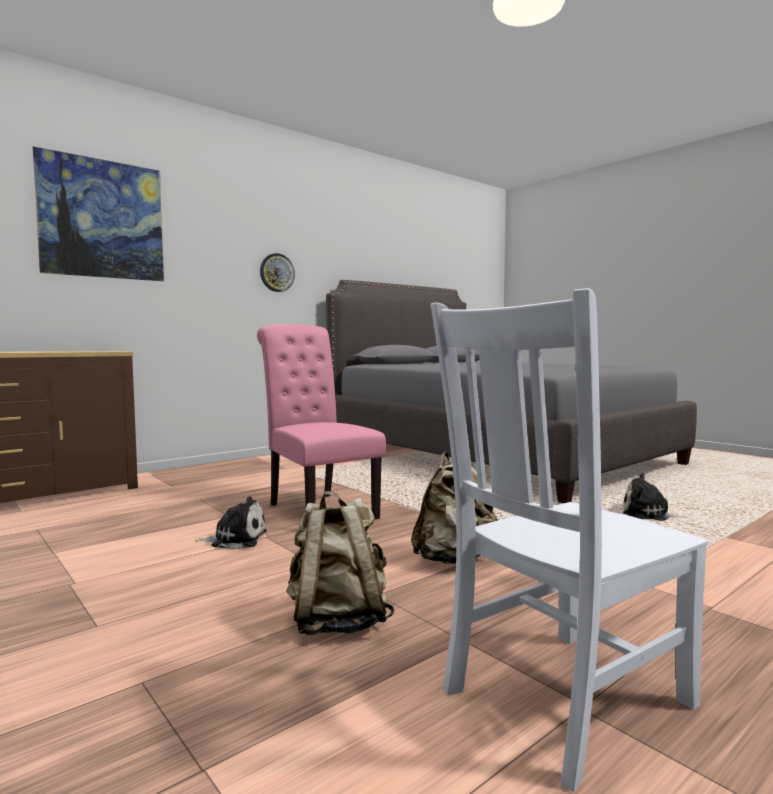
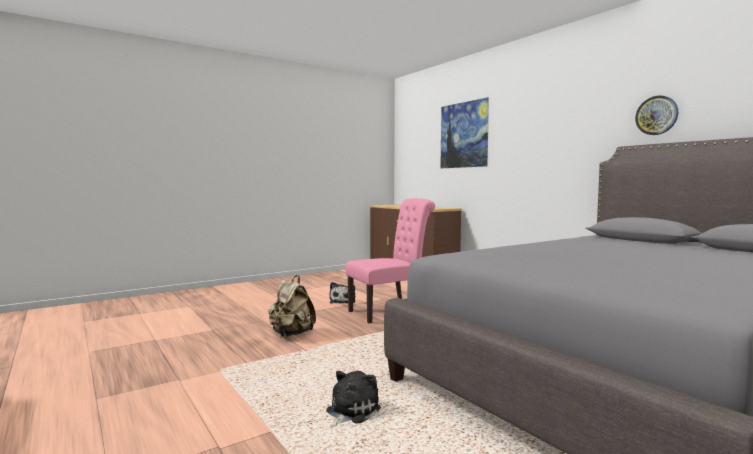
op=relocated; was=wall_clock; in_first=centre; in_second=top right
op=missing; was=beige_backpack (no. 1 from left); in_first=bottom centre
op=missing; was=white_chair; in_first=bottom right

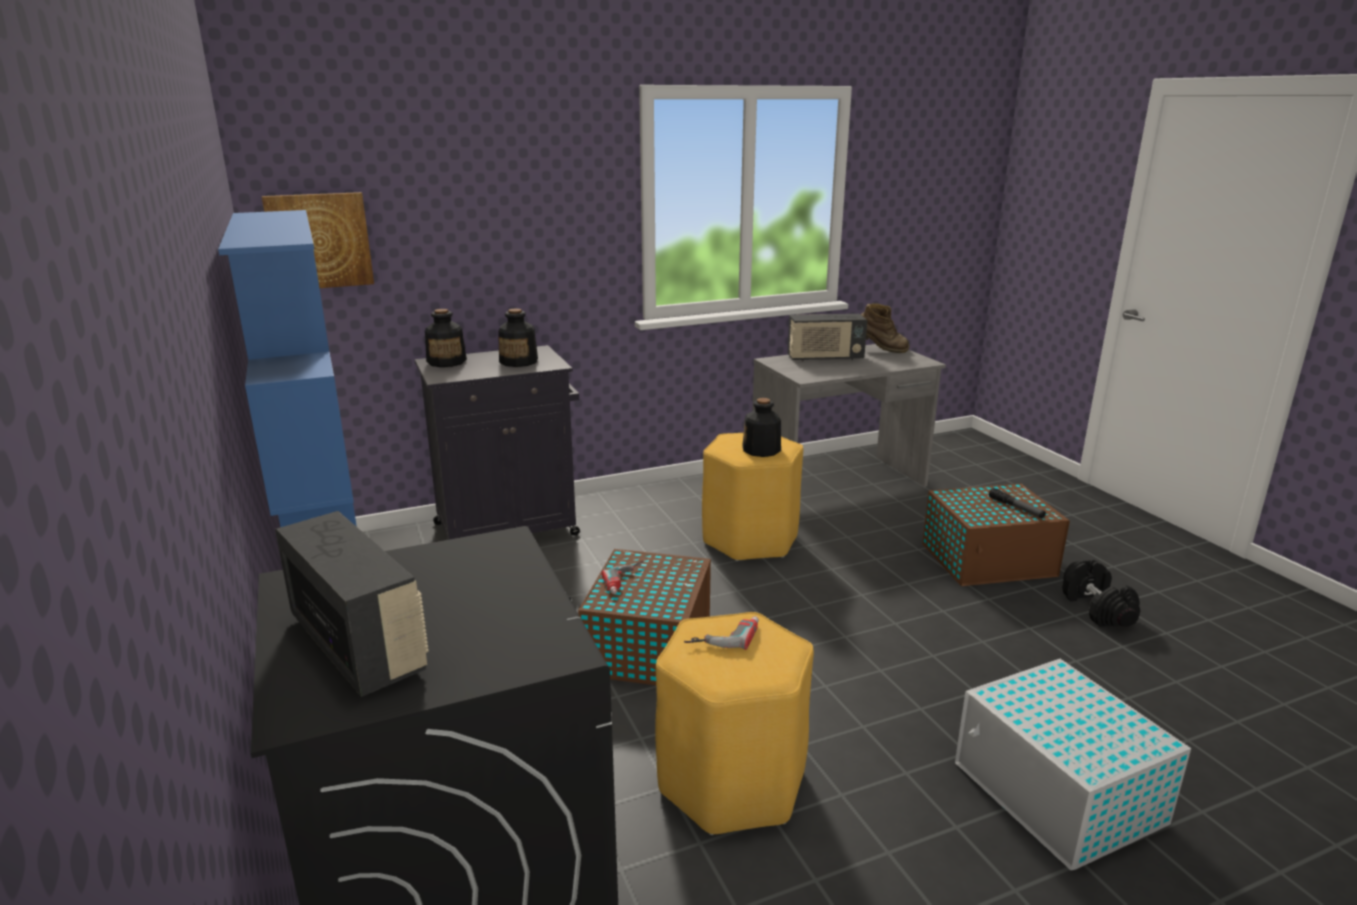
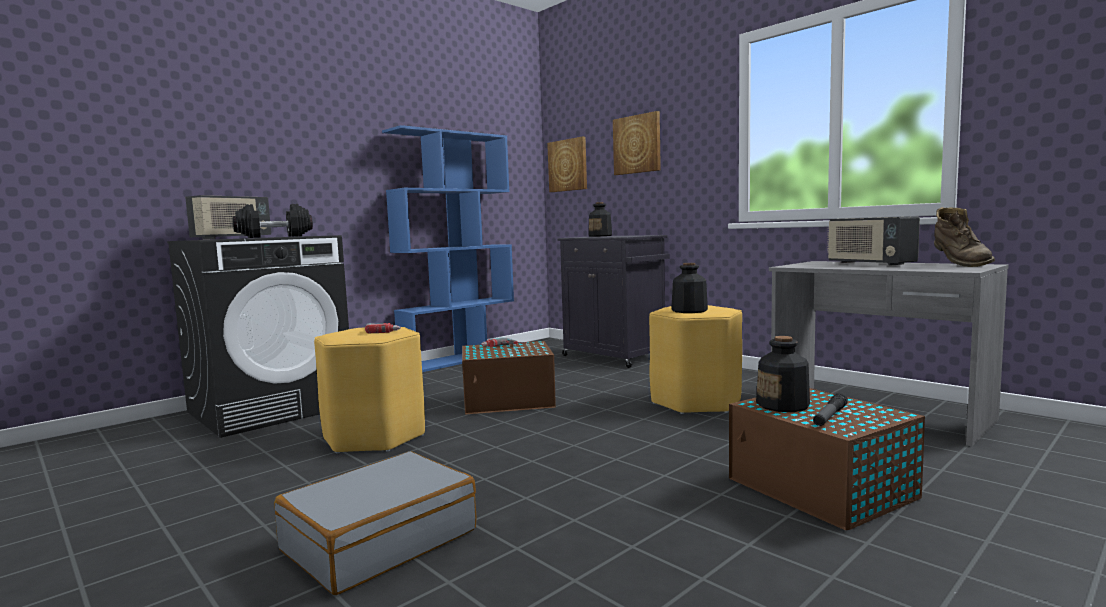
op=relocated; was=black_dumbbell; in_first=middle right; in_second=middle left
op=exchanged; was=white_storage_box; now=grey_suitcase; in_first=bottom right; in_second=bottom centre
op=appeared; now=picture (no. 2 from left); in_second=top centre
op=relocated; was=bottle (no. 2 from left in the first image); now=bottle (no. 3 from left); in_first=centre; in_second=middle right

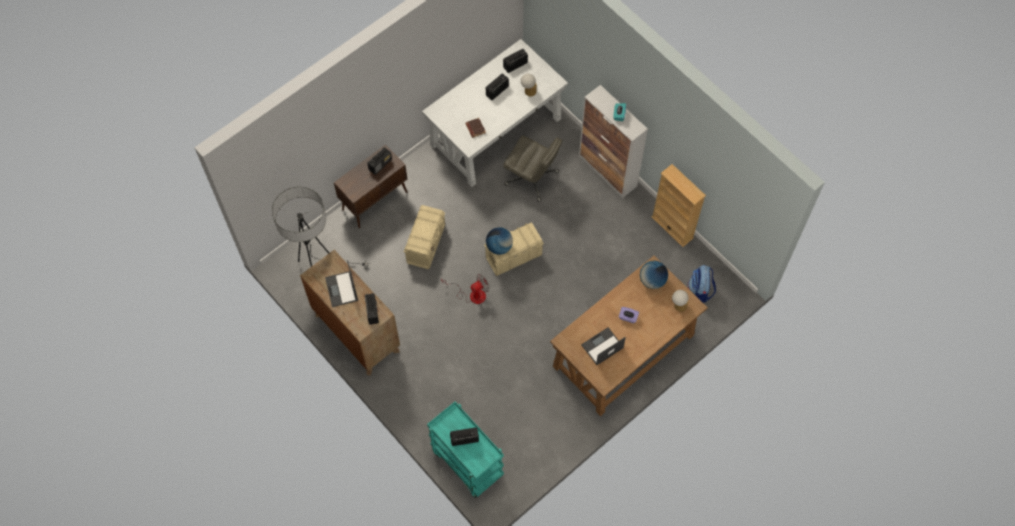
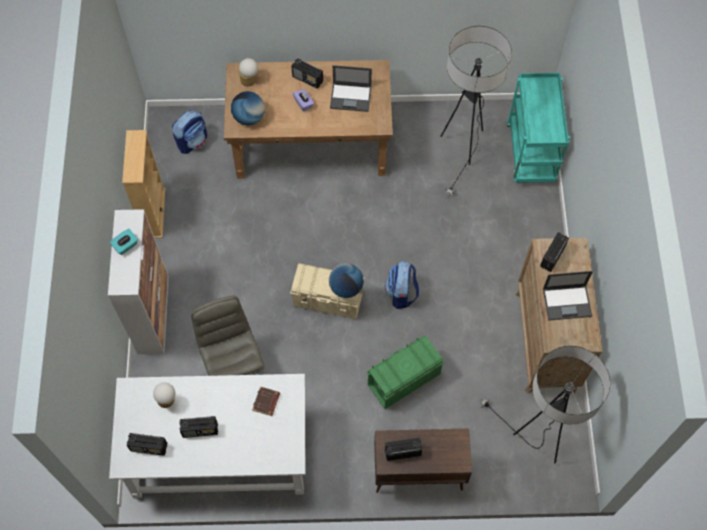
op=relocated; was=radio (no. 3 from left); in_first=bottom centre; in_second=top centre
op=colour; was=beige_storage_box (no. 1 from left); now=green_storage_box; in_first=centre; in_second=bottom centre
op=exchanged; was=fan; now=backpack (no. 2 from left); in_first=centre; in_second=centre
op=appeared; now=floor_lamp (no. 1 from left); in_second=top right
op=spun; was=laptop (no. 1 from left in the first image); in_first=centre; in_second=middle right; clockwise=60

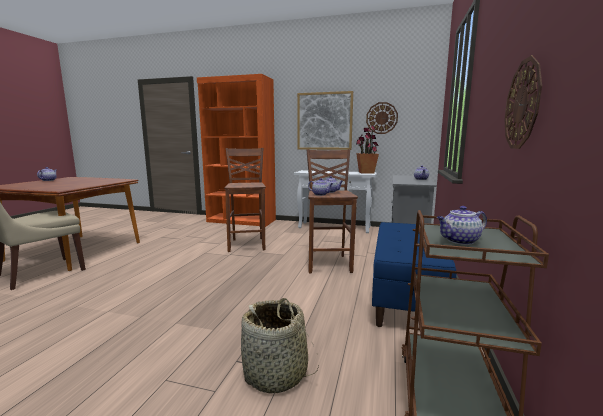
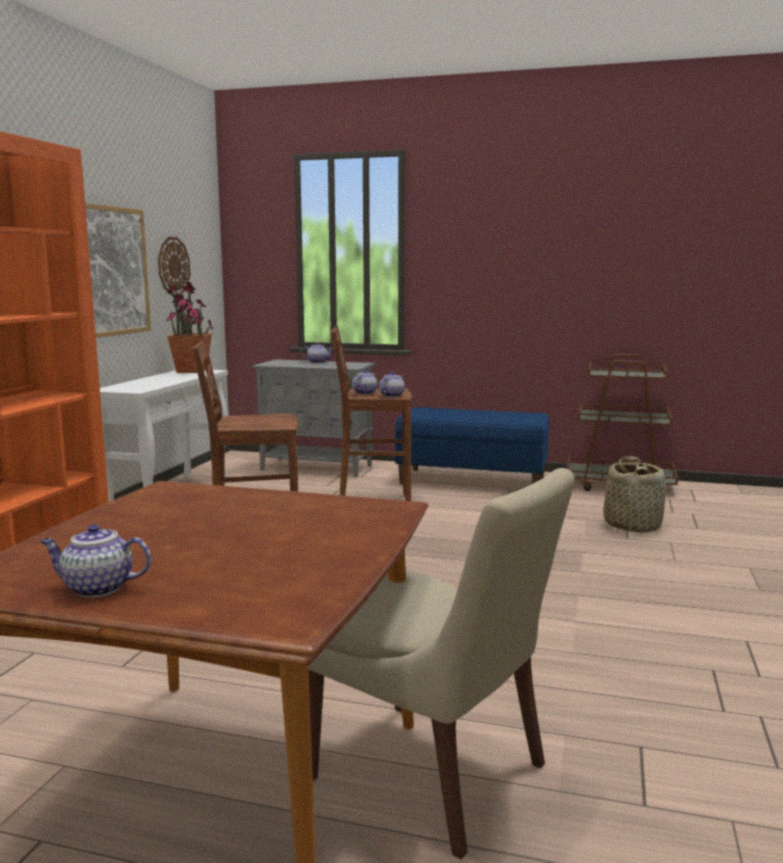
op=missing; was=teapot (no. 5 from left); in_first=middle right
op=missing; was=wall_clock (no. 2 from left); in_first=top right

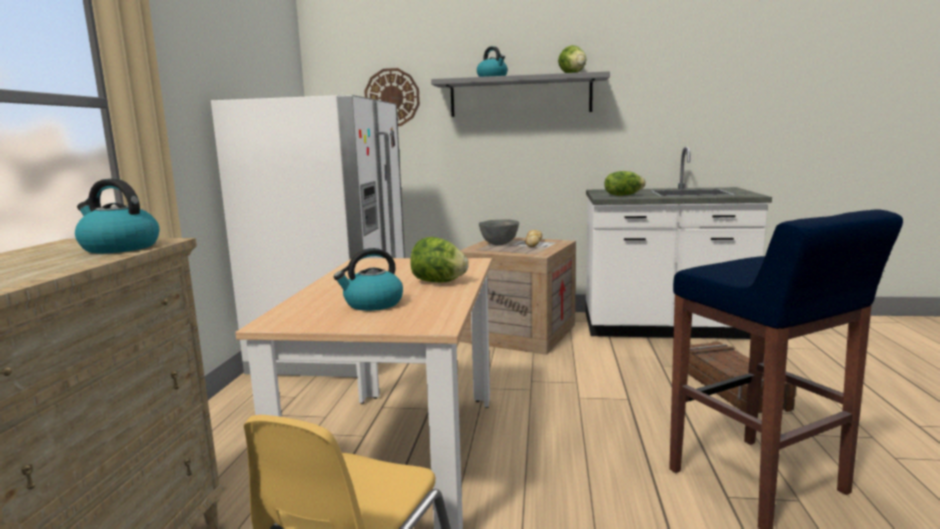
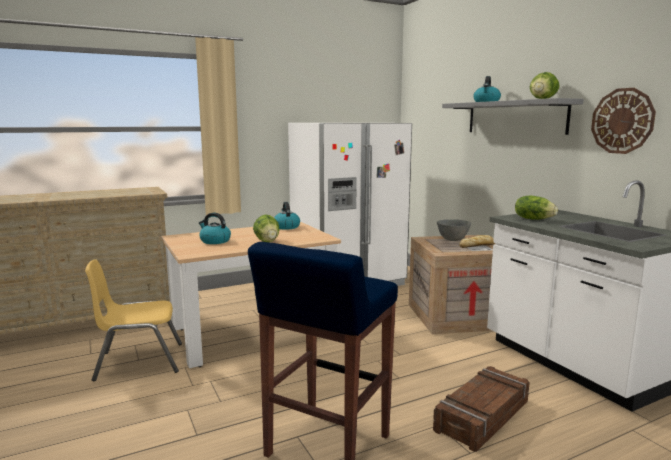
op=relocated; was=kettle (no. 1 from left in the first image); now=kettle (no. 2 from left); in_first=middle left; in_second=centre
op=relocated; was=wall_clock; in_first=top centre; in_second=top right

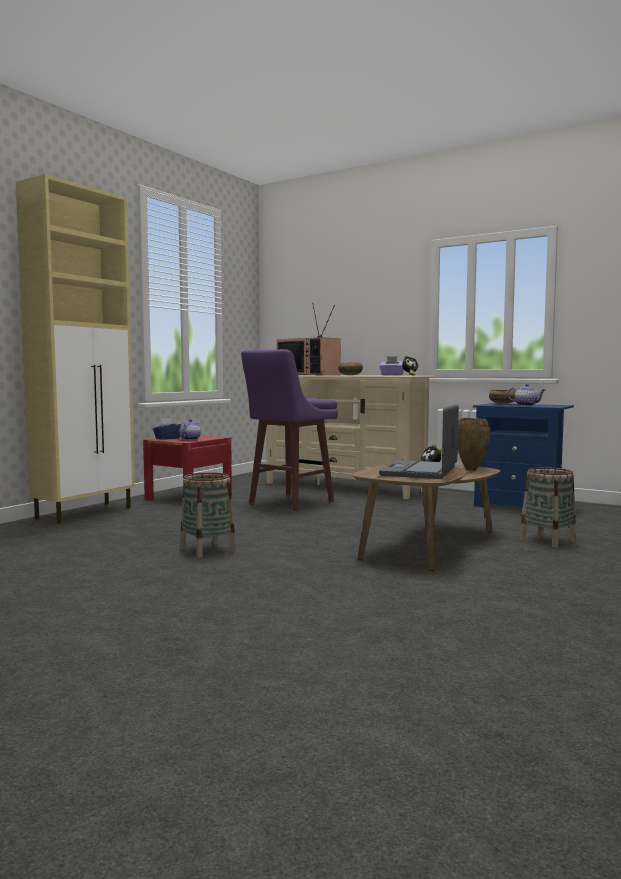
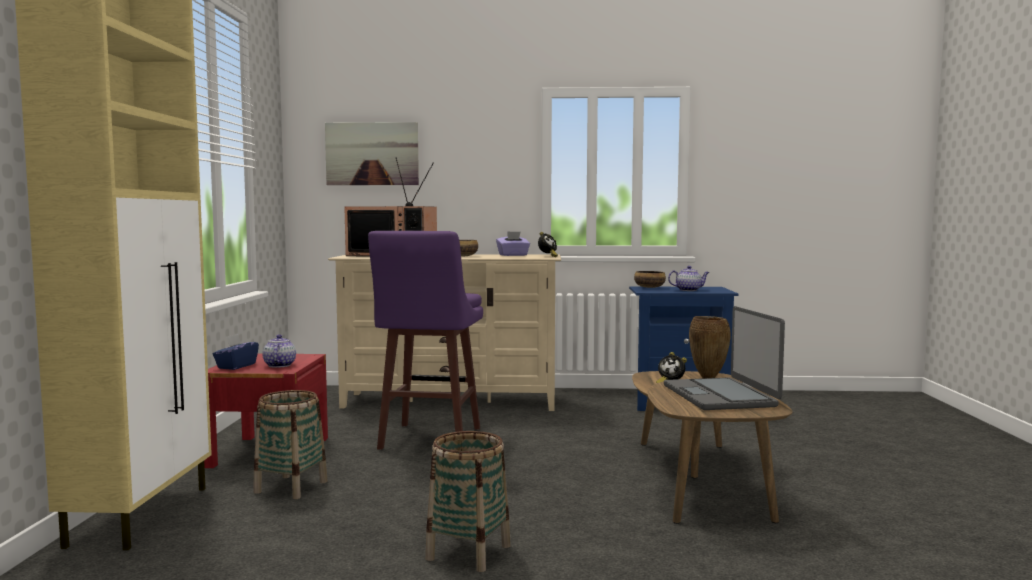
op=relocated; was=basket (no. 2 from left in the first image); now=basket (no. 1 from left); in_first=middle right; in_second=bottom left
op=appeared; now=picture; in_second=top centre

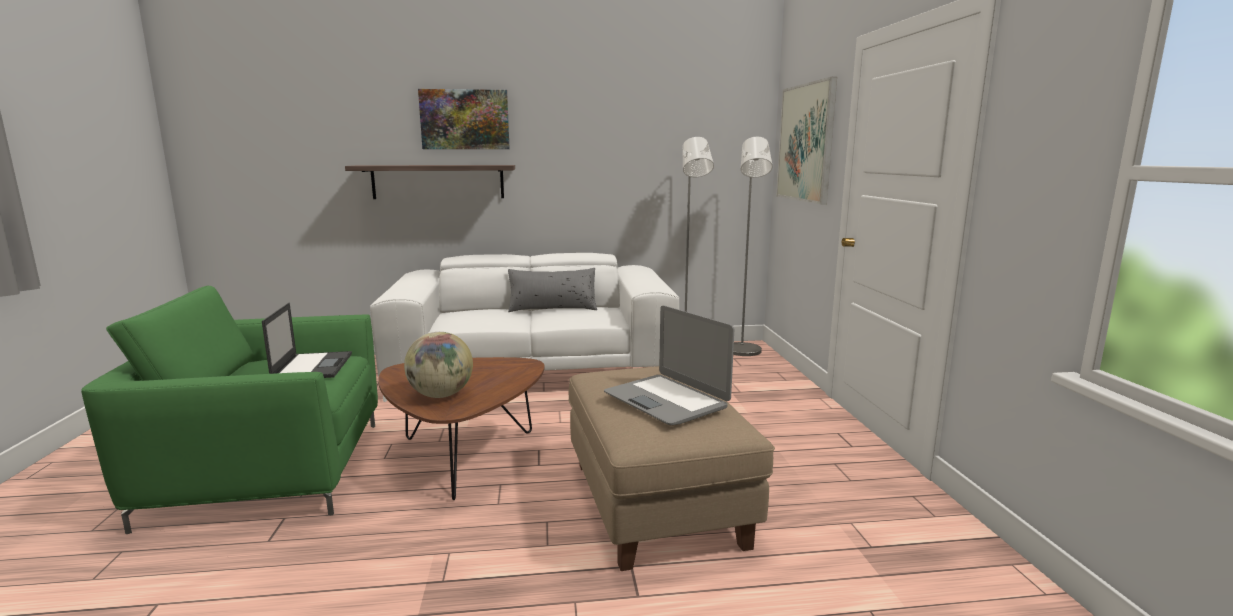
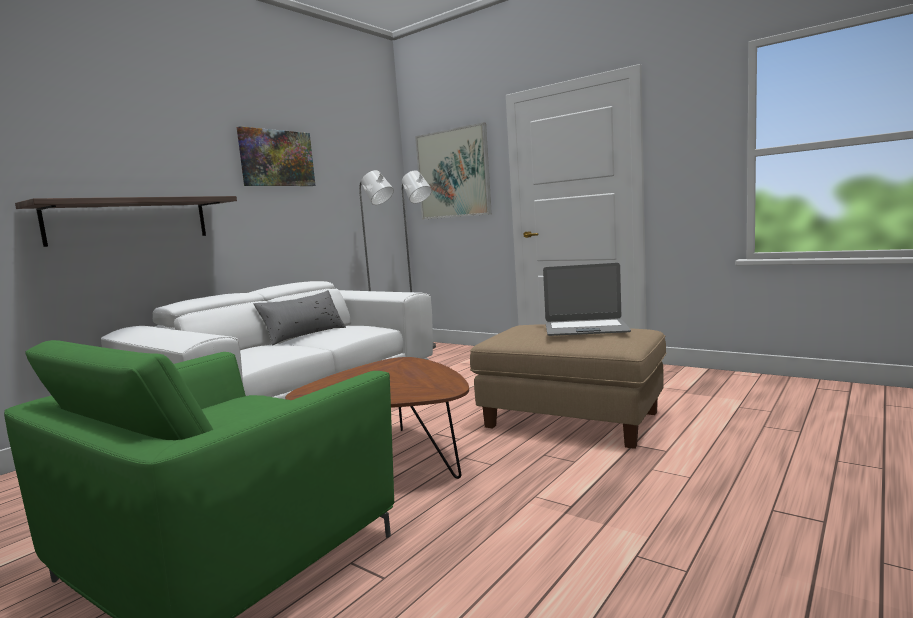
op=relocated; was=picture (no. 1 from left); in_first=top centre; in_second=top left
op=missing; was=laptop (no. 1 from left); in_first=middle left
op=missing; was=globe; in_first=centre

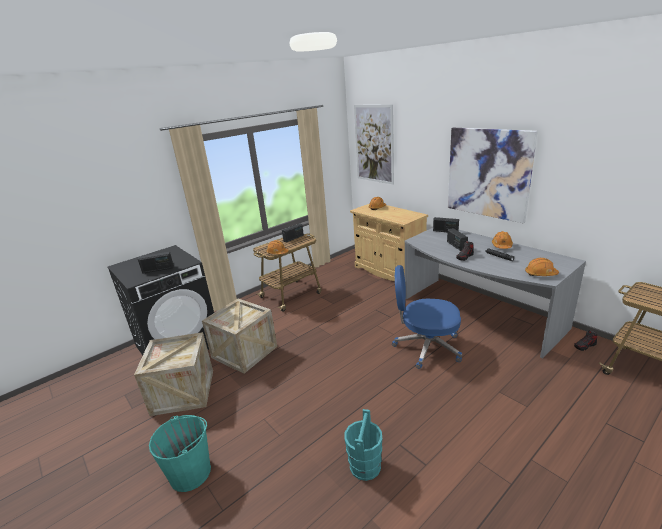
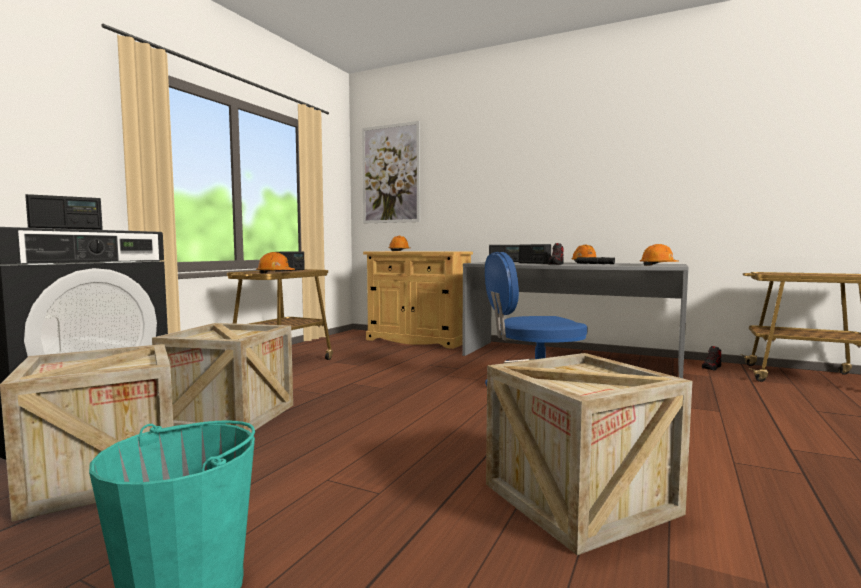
op=exchanged; was=turquoise_bucket (no. 2 from left); now=crate (no. 3 from left); in_first=bottom centre; in_second=bottom right
op=missing; was=picture (no. 2 from left); in_first=top right

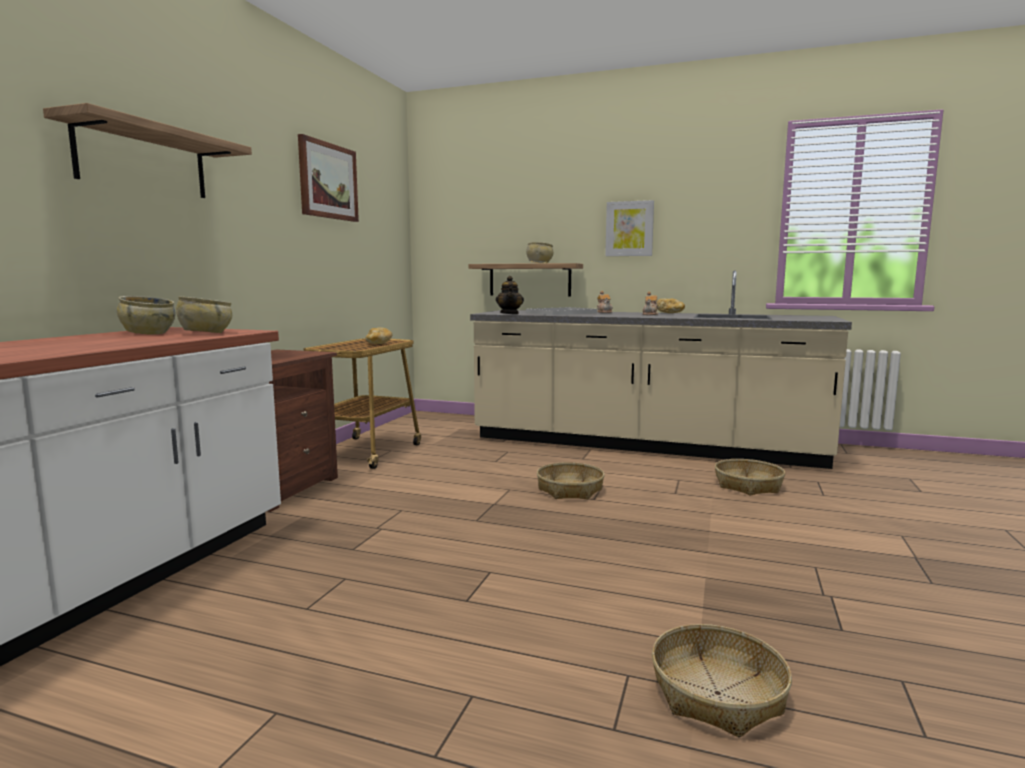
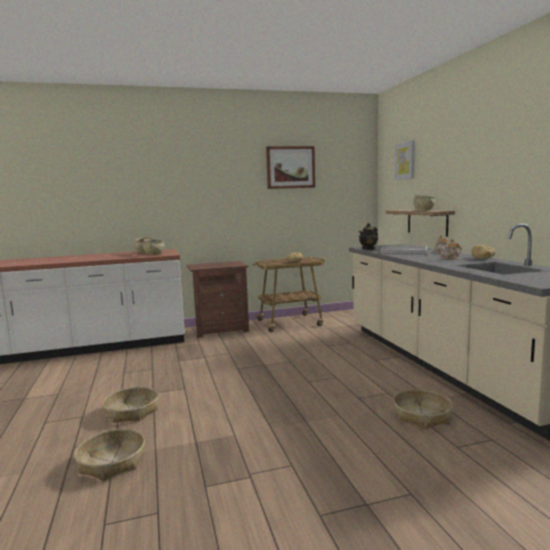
op=relocated; was=basket (no. 1 from left in the first image); now=basket (no. 2 from left); in_first=centre; in_second=bottom left
op=relocated; was=picture (no. 2 from left); in_first=top centre; in_second=top right
op=missing; was=shelf (no. 1 from left); in_first=top left

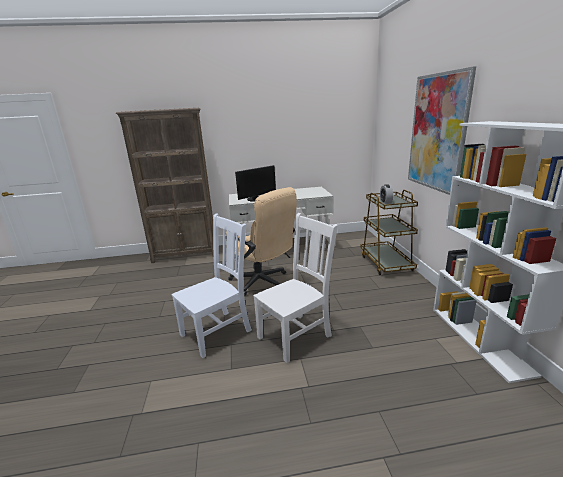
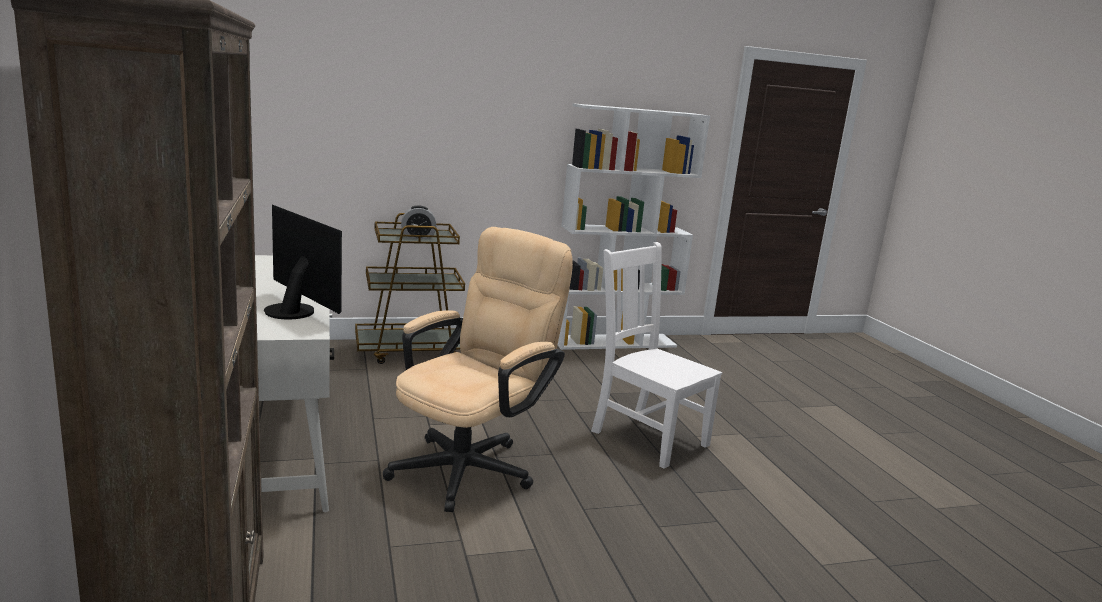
op=missing; was=white_chair (no. 1 from left); in_first=centre
op=missing; was=picture; in_first=top right

